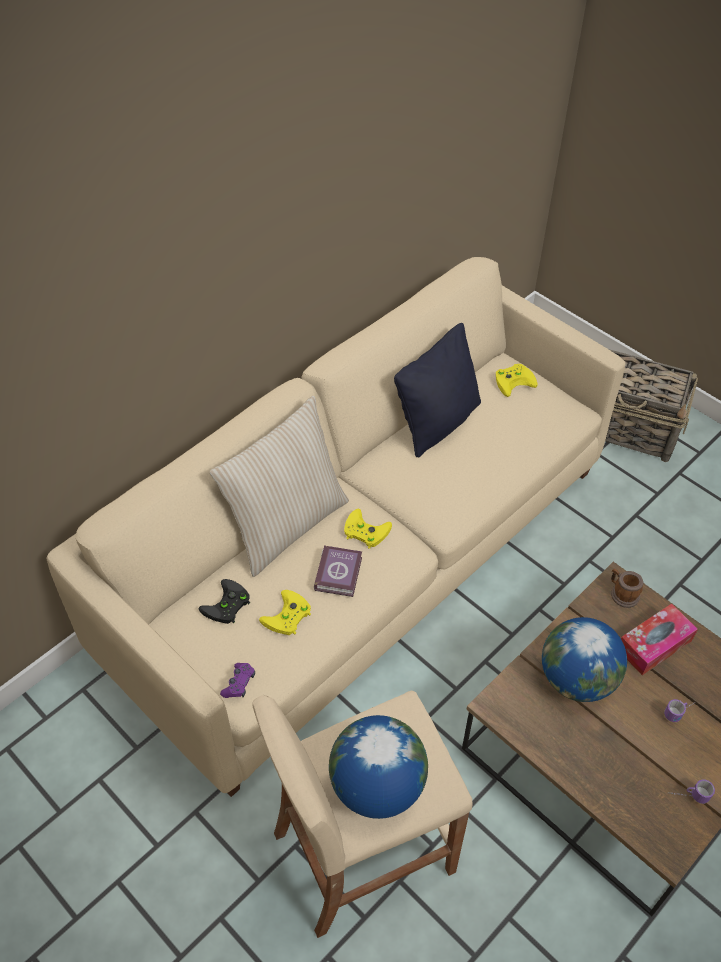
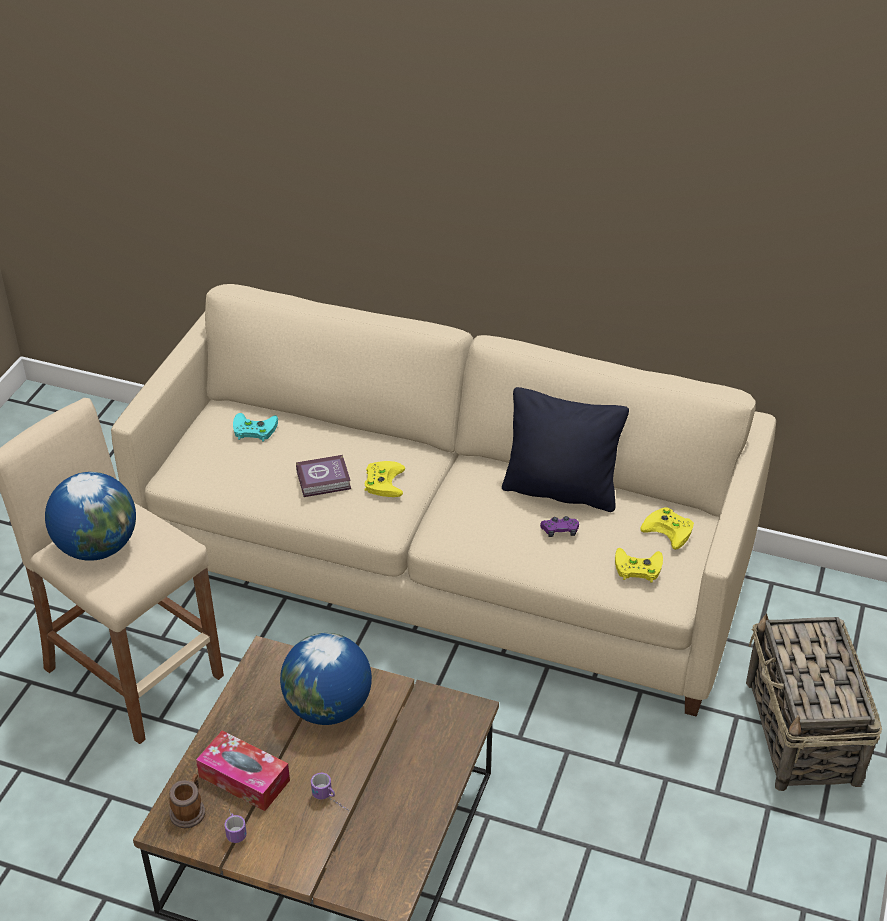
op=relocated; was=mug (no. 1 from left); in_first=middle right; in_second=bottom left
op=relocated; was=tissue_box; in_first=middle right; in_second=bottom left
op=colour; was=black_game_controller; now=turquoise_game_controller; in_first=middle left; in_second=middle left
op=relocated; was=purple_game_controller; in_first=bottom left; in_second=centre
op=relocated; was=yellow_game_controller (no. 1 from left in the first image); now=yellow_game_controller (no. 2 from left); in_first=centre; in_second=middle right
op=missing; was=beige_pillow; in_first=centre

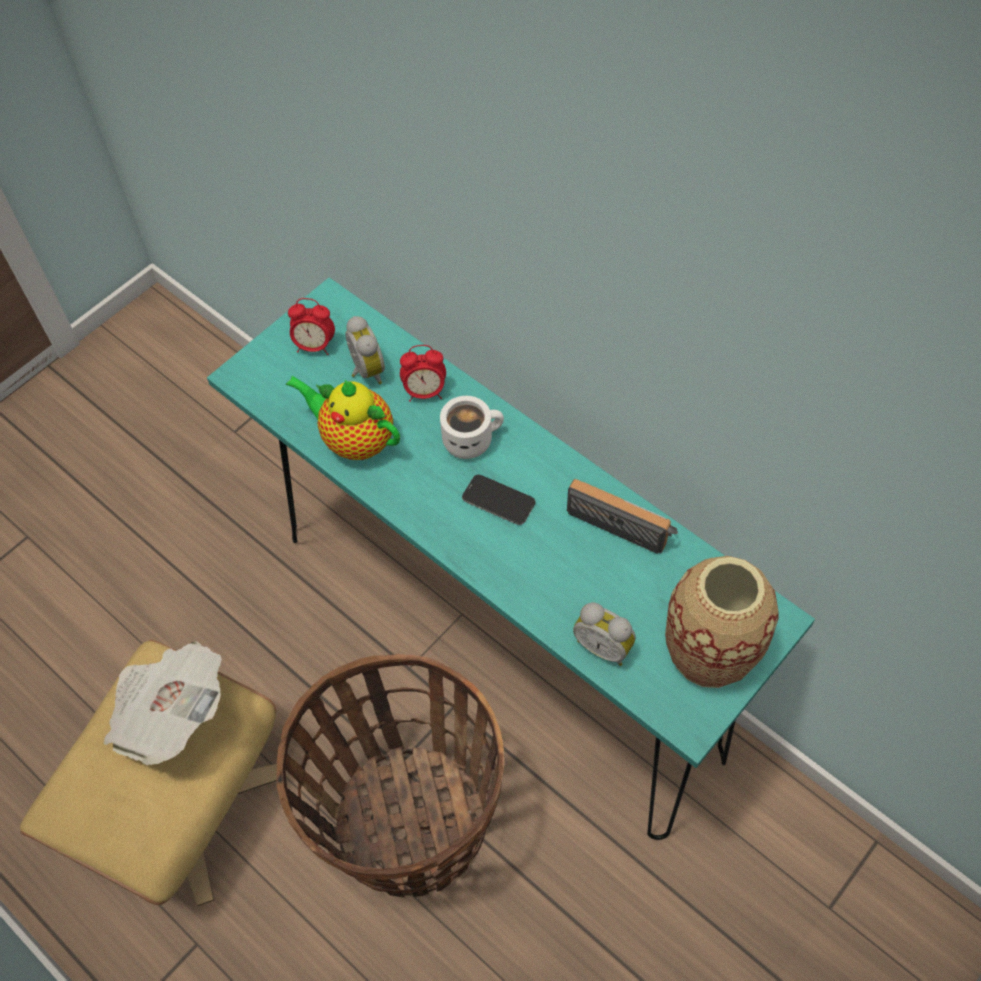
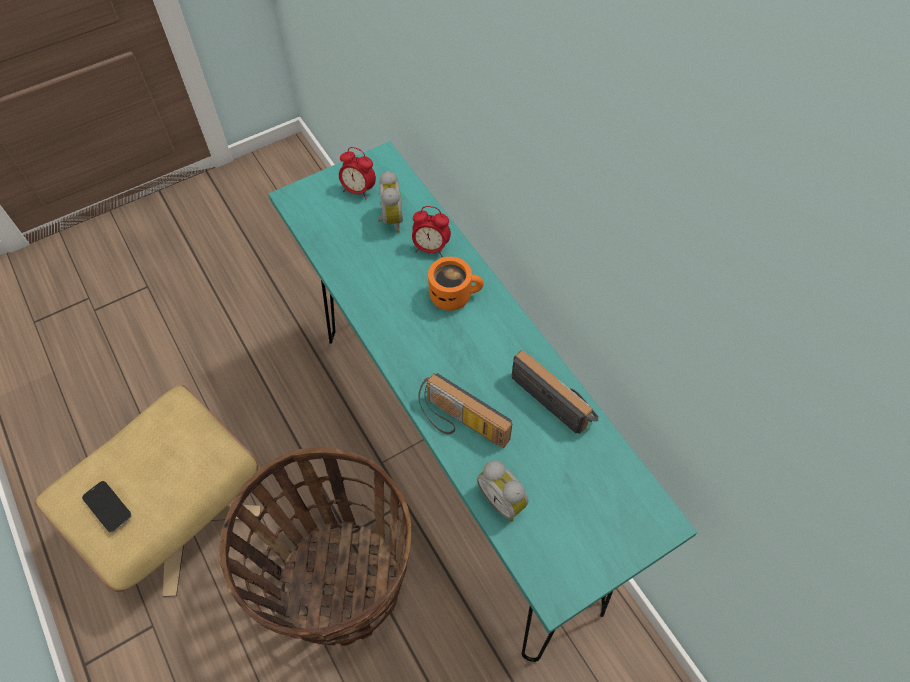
op=relocated; was=phone; in_first=centre; in_second=bottom left
op=appeared; now=radio (no. 1 from left); in_second=centre
op=colour; was=white_mug; now=orange_mug; in_first=centre; in_second=centre
op=missing; was=newspaper; in_first=bottom left
op=missing; was=teapot; in_first=centre
op=missing; was=vase; in_first=middle right

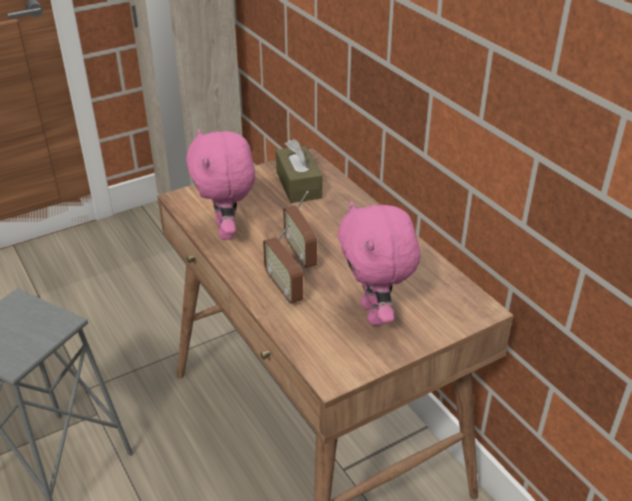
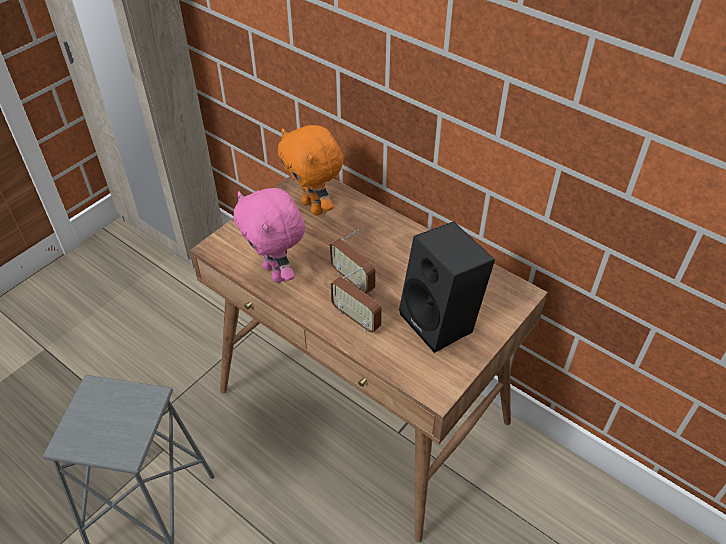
op=exchanged; was=brown_tissue_box; now=orange_plush_toy; in_first=centre; in_second=top centre
op=exchanged; was=pink_plush_toy (no. 2 from left); now=black_speaker; in_first=centre; in_second=centre

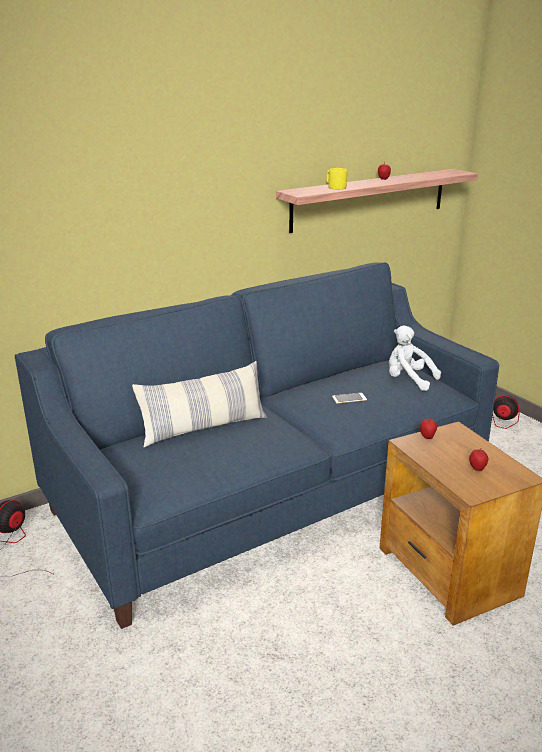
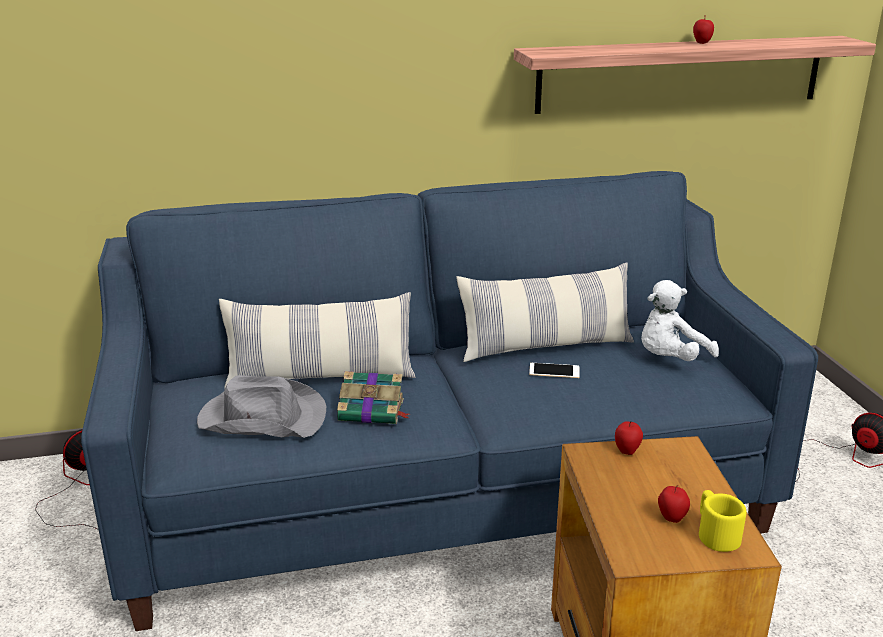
op=appeared; now=grey_hat; in_second=middle left
op=appeared; now=book; in_second=centre
op=appeared; now=pillow (no. 2 from left); in_second=centre
op=spun; was=white_plush_toy; in_first=middle right; in_second=middle right; clockwise=-90
op=relocated; was=yellow_mug; in_first=top centre; in_second=bottom right

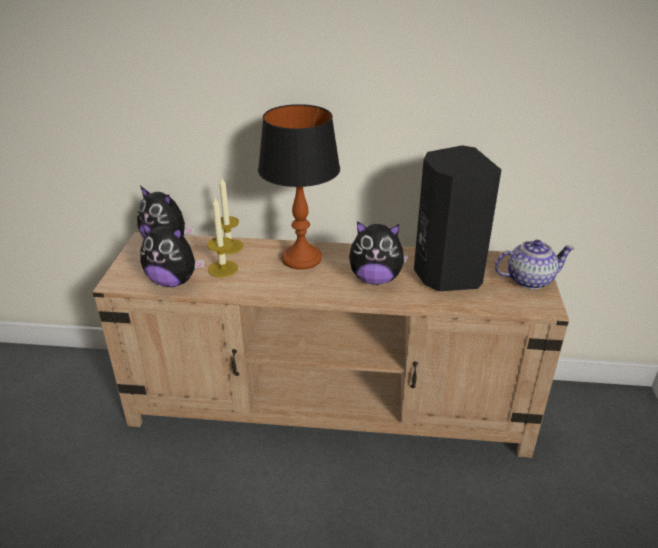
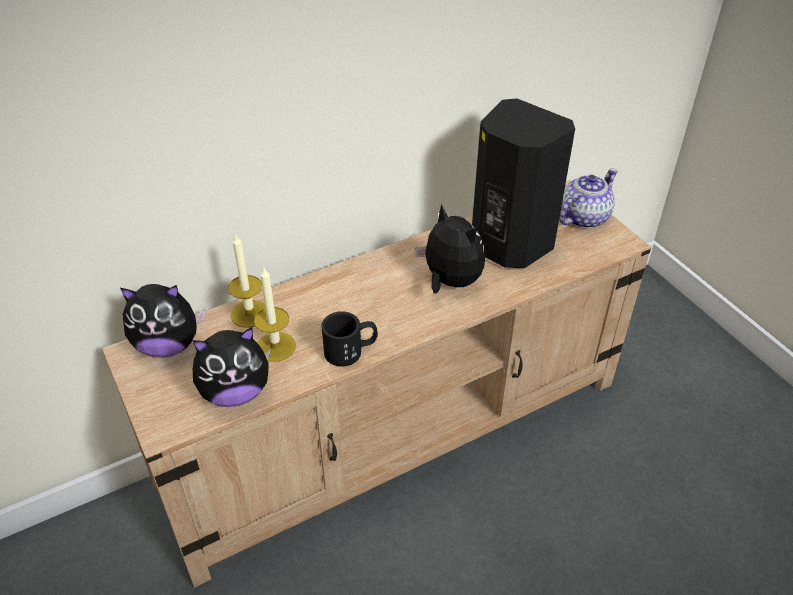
op=appeared; now=black_mug; in_second=centre
op=spun; was=plush_toy (no. 3 from left); in_first=centre; in_second=centre; clockwise=-105
op=missing; was=table_lamp; in_first=centre

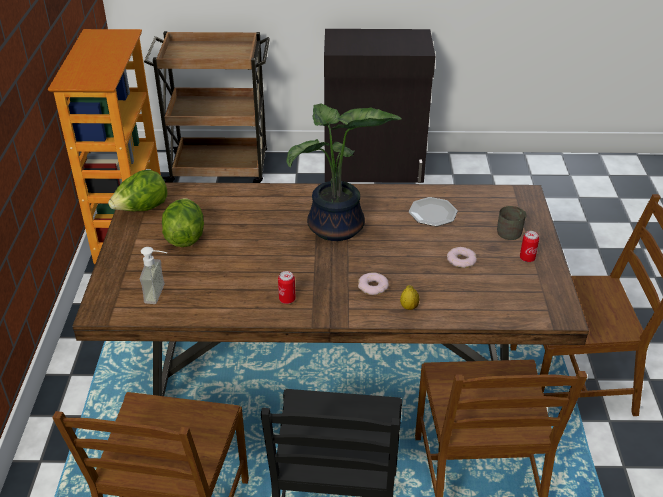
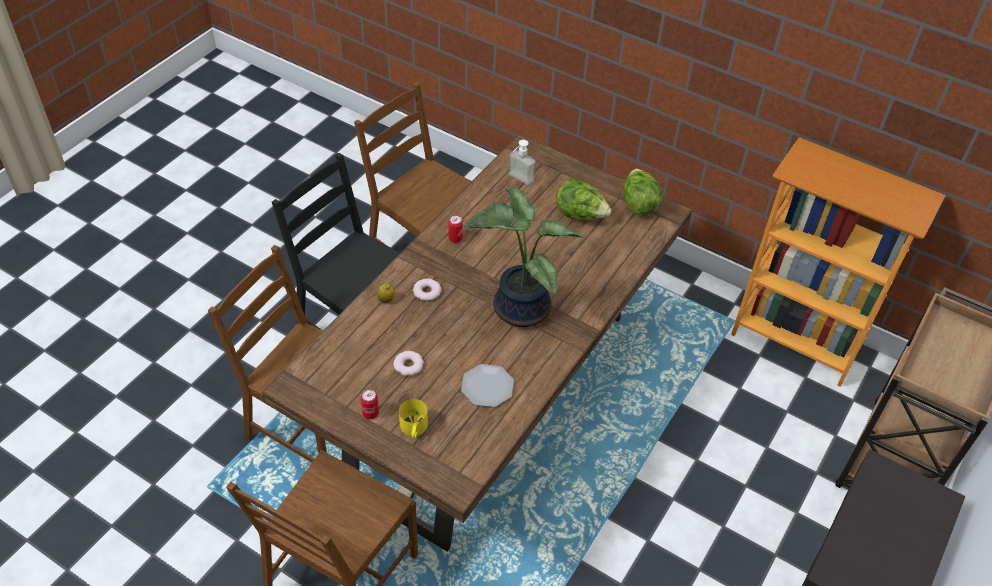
op=colour; was=grey_mug; now=yellow_mug; in_first=middle right; in_second=bottom centre

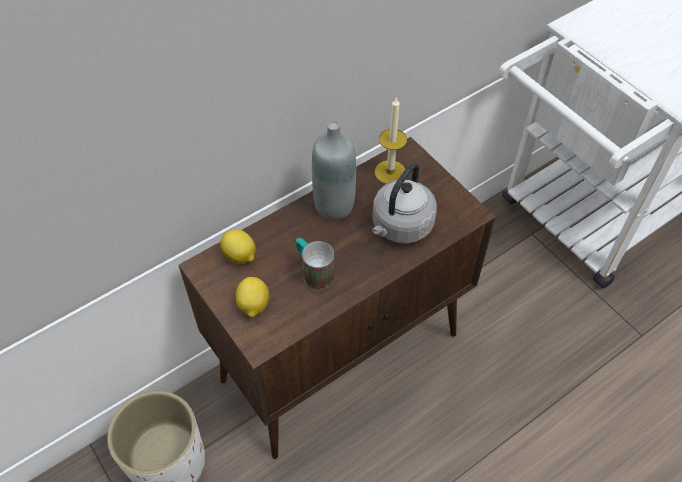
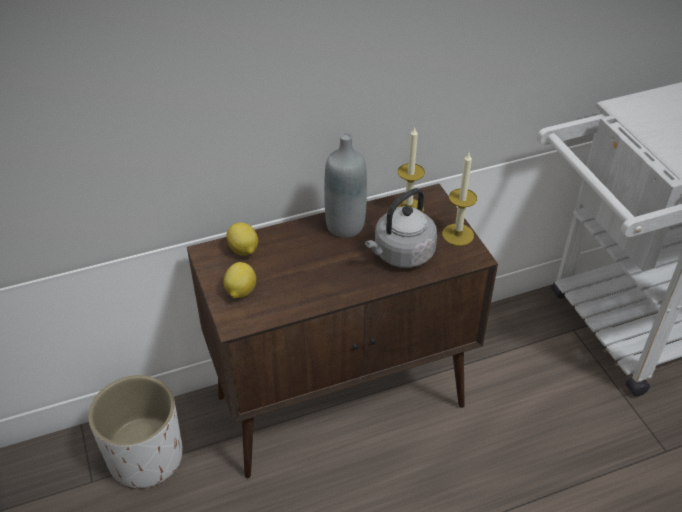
op=appeared; now=candle (no. 2 from left); in_second=middle right
op=missing; was=mug; in_first=centre

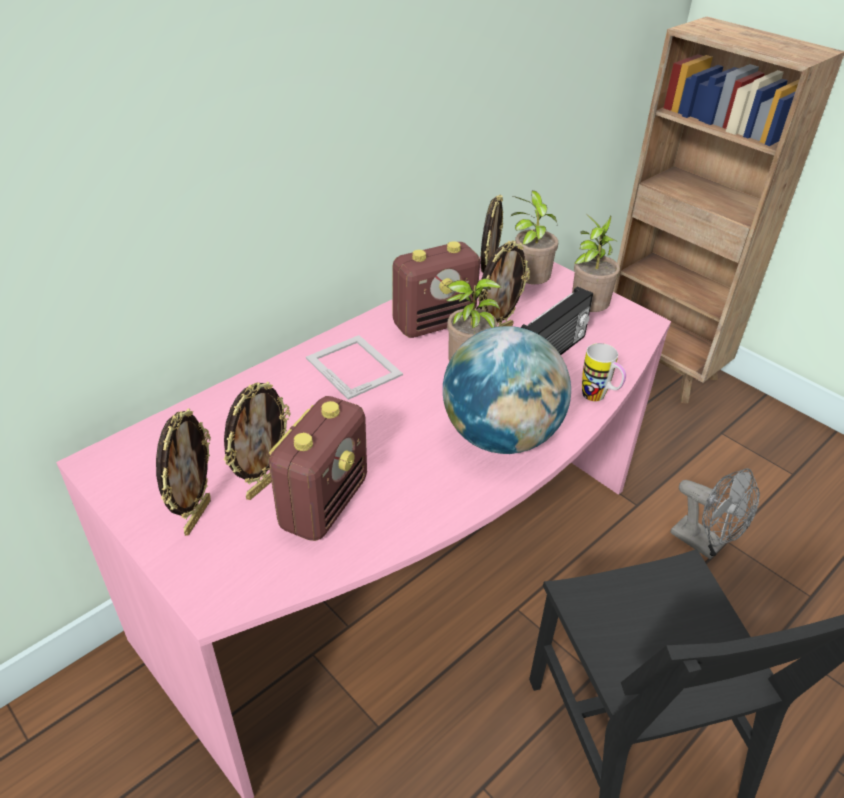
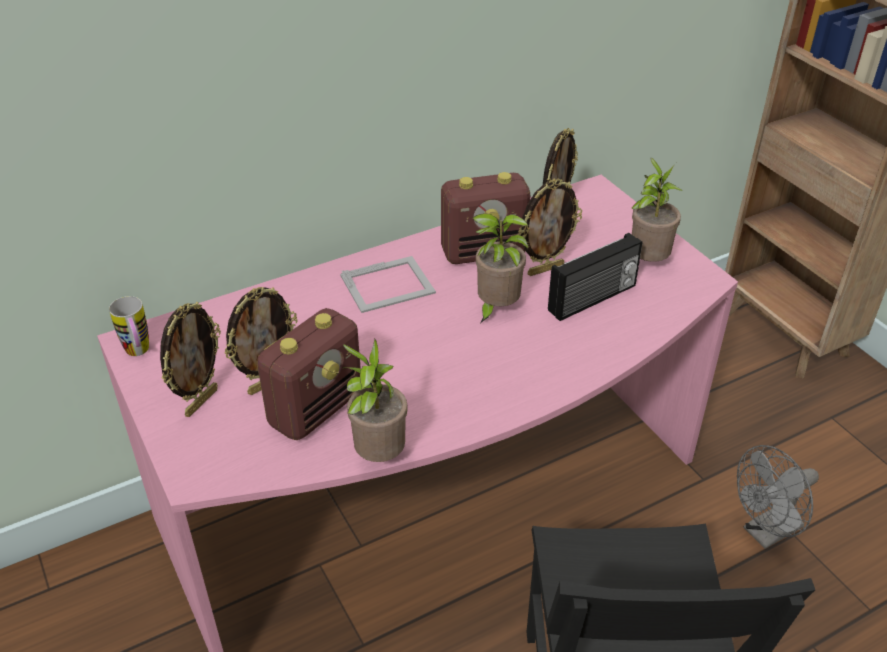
op=relocated; was=mug; in_first=middle right; in_second=middle left
op=spun; was=picture_frame (no. 3 from left); in_first=centre; in_second=centre; clockwise=90
op=relocated; was=potted_plant (no. 2 from left in the first image); now=potted_plant (no. 1 from left); in_first=top centre; in_second=centre
op=spun; was=grey_fan; in_first=middle right; in_second=bottom right; clockwise=90
op=missing; was=globe; in_first=centre

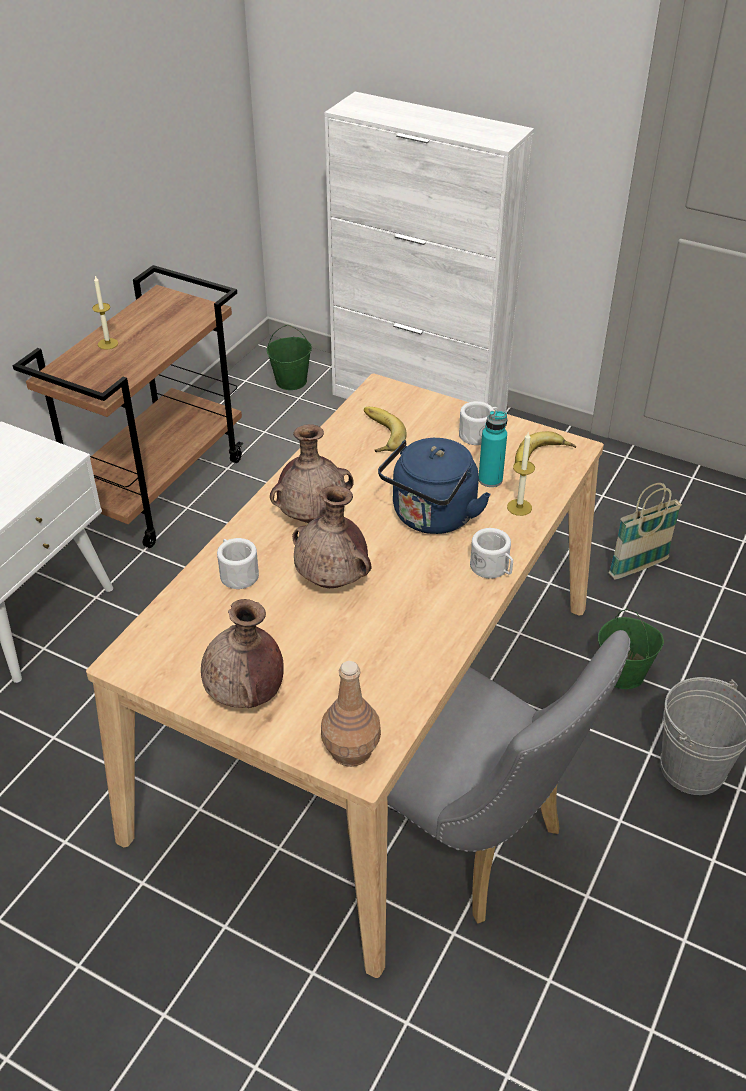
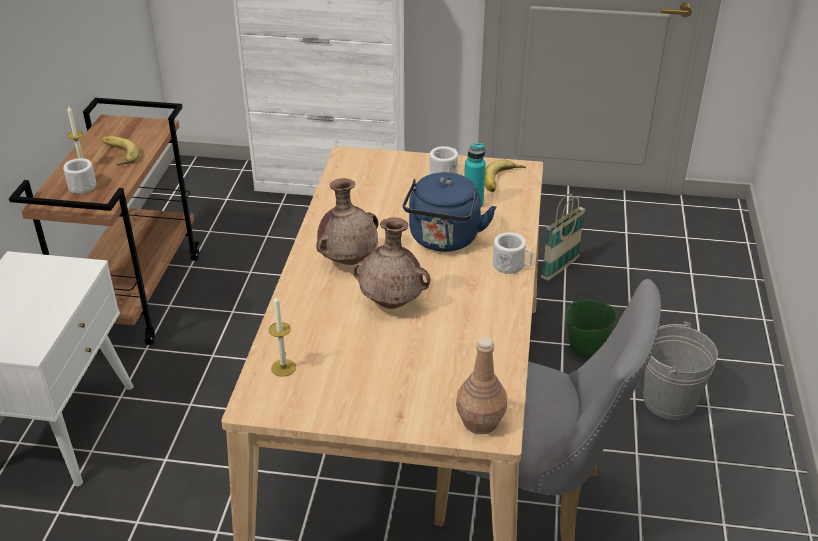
op=relocated; was=white_mug (no. 1 from left); in_first=middle left; in_second=top left
op=relocated; was=banana (no. 1 from left); in_first=centre; in_second=top left
op=relocated; was=candle (no. 2 from left); in_first=middle right; in_second=centre
op=missing; was=brown_vase (no. 1 from left); in_first=middle left
op=missing; was=green_bucket (no. 1 from left); in_first=top centre

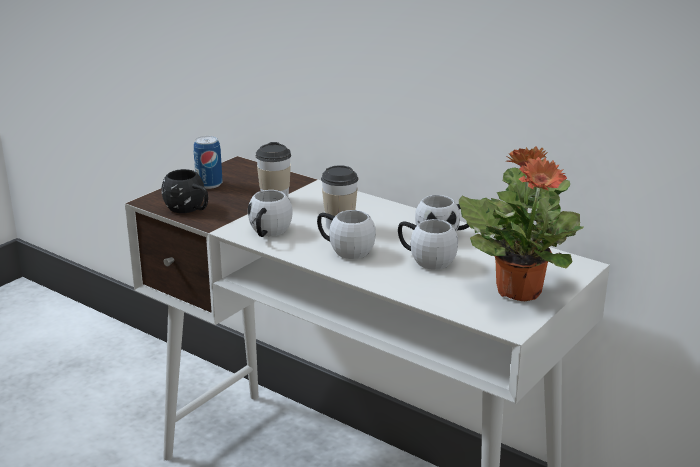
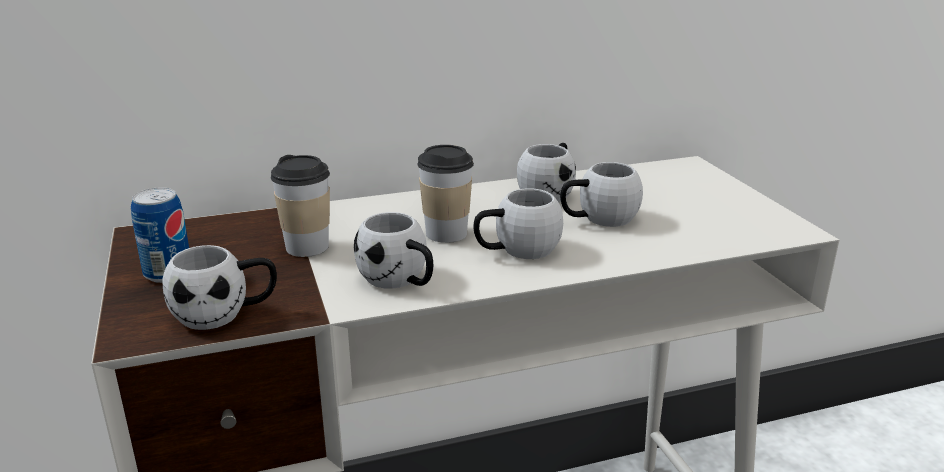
op=colour; was=black_mug; now=white_mug (no. 1 from left); in_first=middle left; in_second=middle left
op=missing; was=potted_plant; in_first=middle right

